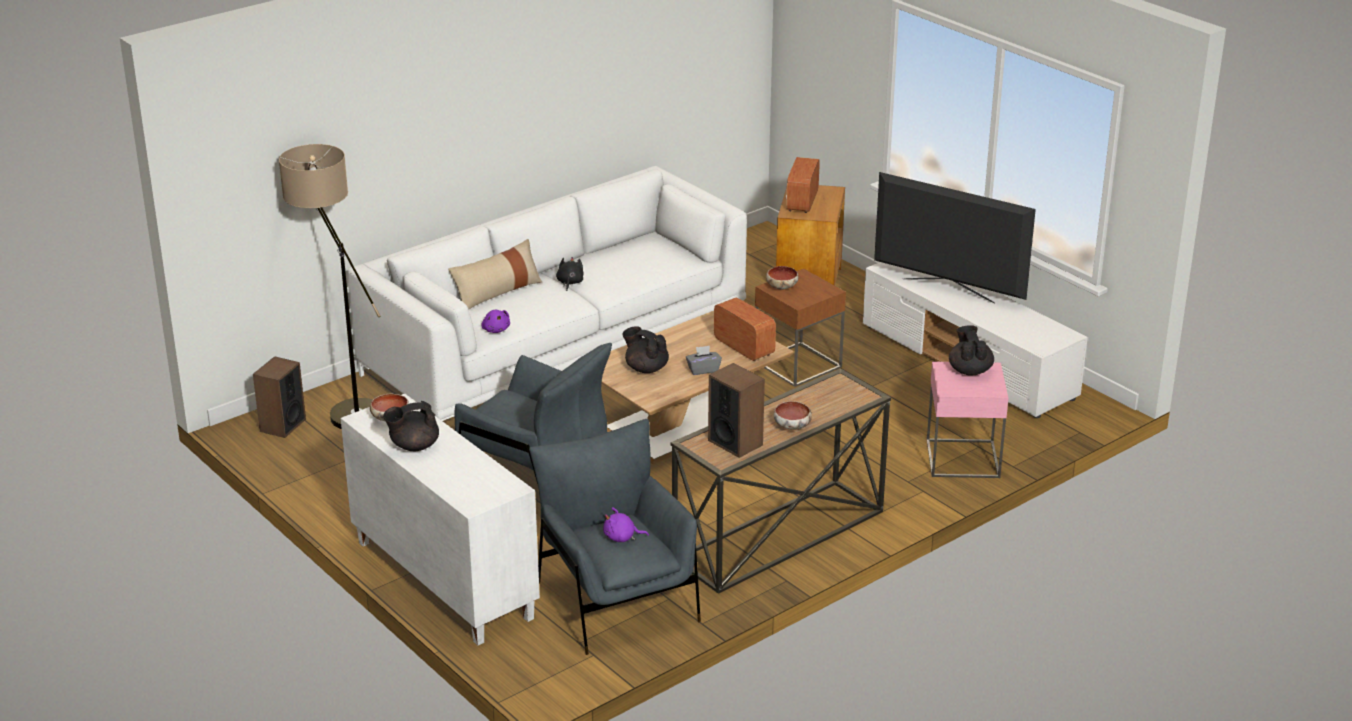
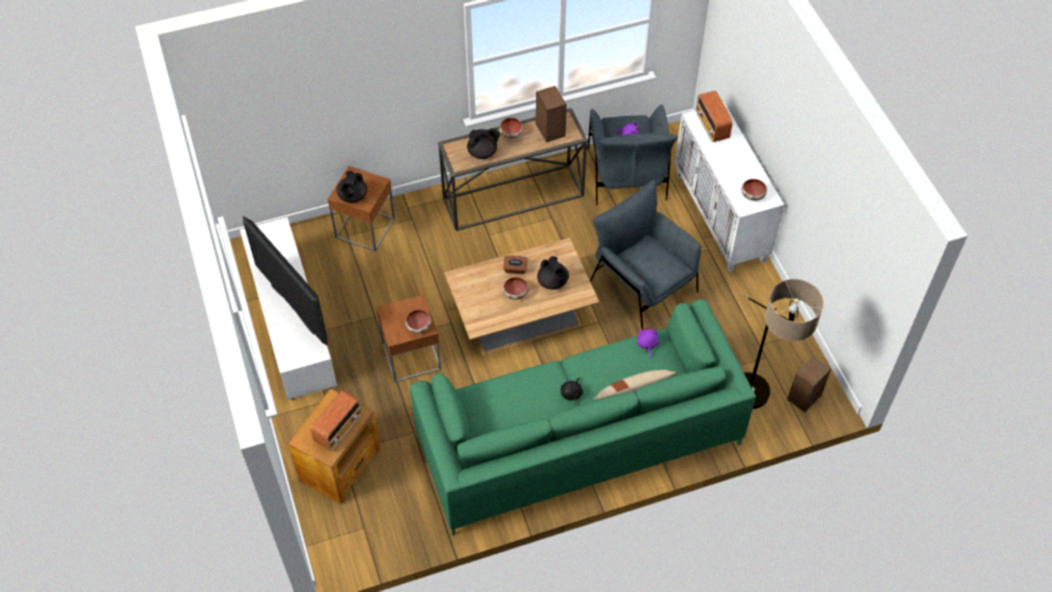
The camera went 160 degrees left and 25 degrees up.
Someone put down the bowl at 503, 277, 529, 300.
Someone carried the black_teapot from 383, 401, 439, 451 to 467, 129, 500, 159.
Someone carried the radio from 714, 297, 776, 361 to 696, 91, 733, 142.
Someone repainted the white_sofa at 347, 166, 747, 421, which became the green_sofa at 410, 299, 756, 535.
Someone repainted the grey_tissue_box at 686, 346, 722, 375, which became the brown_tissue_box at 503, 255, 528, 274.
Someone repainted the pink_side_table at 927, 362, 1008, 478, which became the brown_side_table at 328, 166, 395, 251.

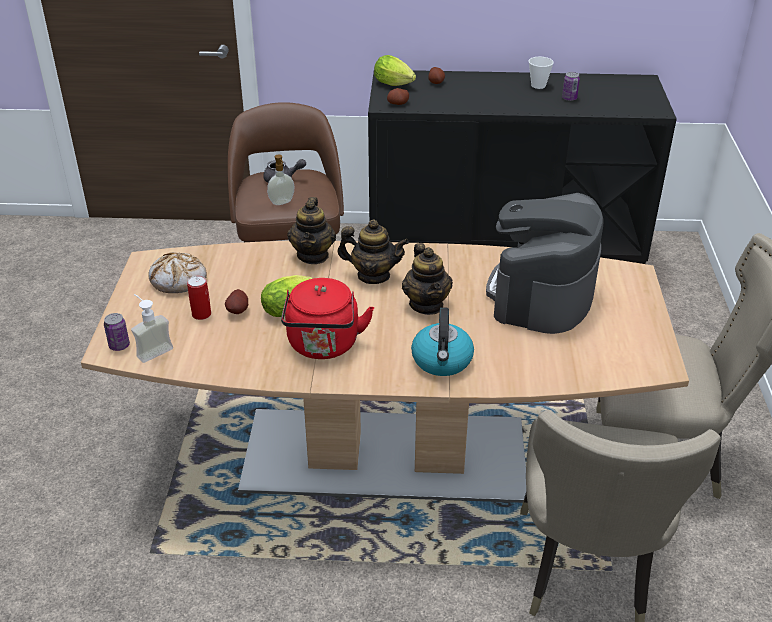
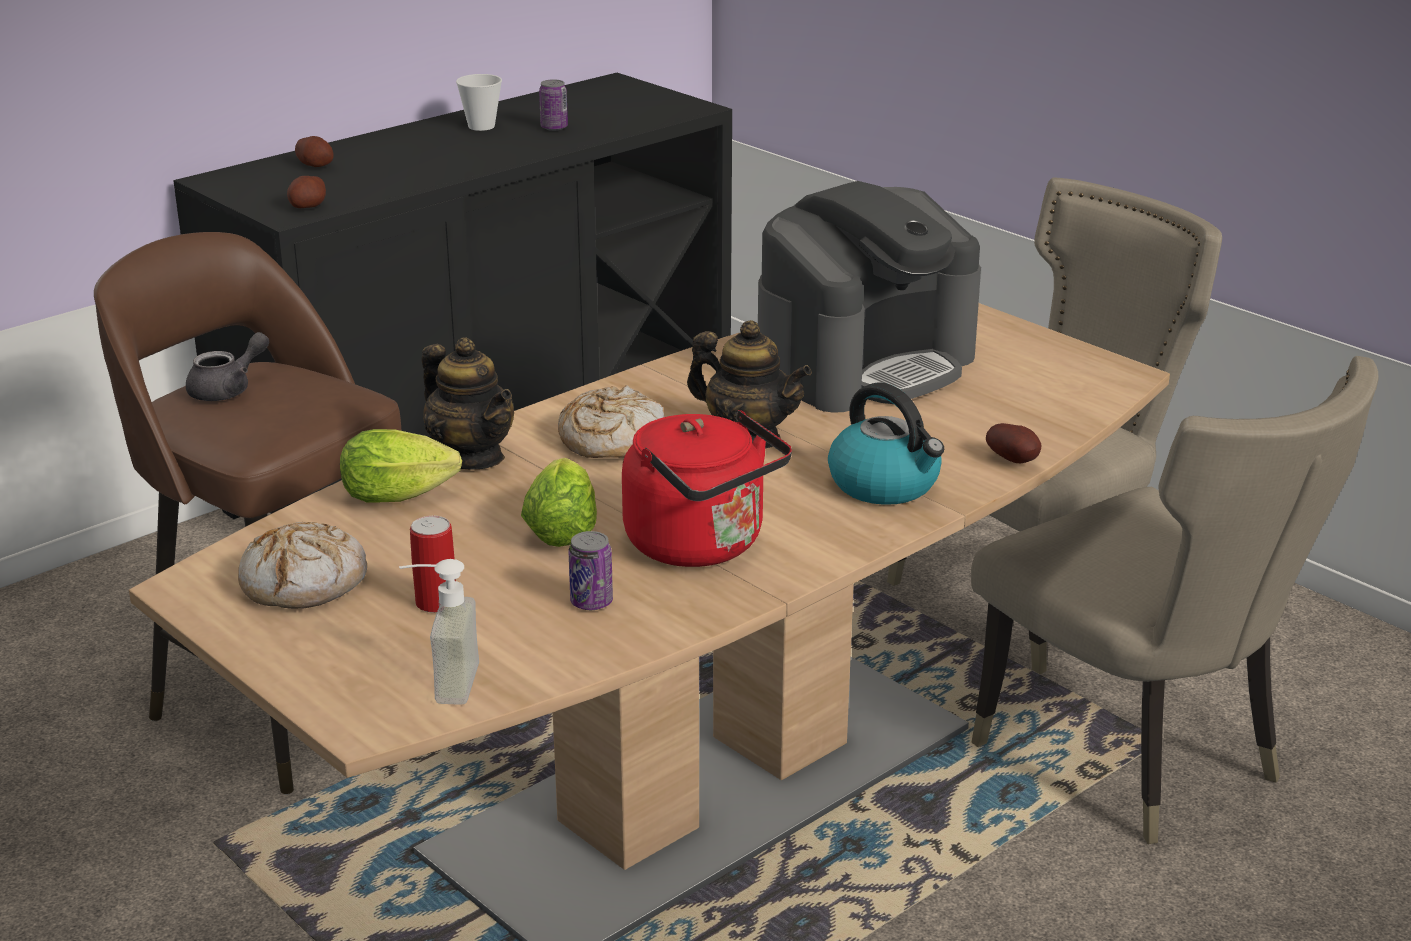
The camera went 45 degrees left and 10 degrees down.
Someone took away the soap_dispenser at 267, 155, 295, 205.
Someone carried the can from 104, 313, 130, 351 to 568, 531, 613, 610.
Someone carried the potato from 225, 289, 248, 314 to 986, 423, 1042, 463.
Someone carried the lettuce from 374, 55, 416, 86 to 340, 429, 462, 502.
Someone swapped the teapot at 337, 219, 409, 284 for the bread at 558, 385, 664, 458.
Someone rotated the coffee_machine at 486, 193, 604, 334 by 105 degrees counterclockwise.

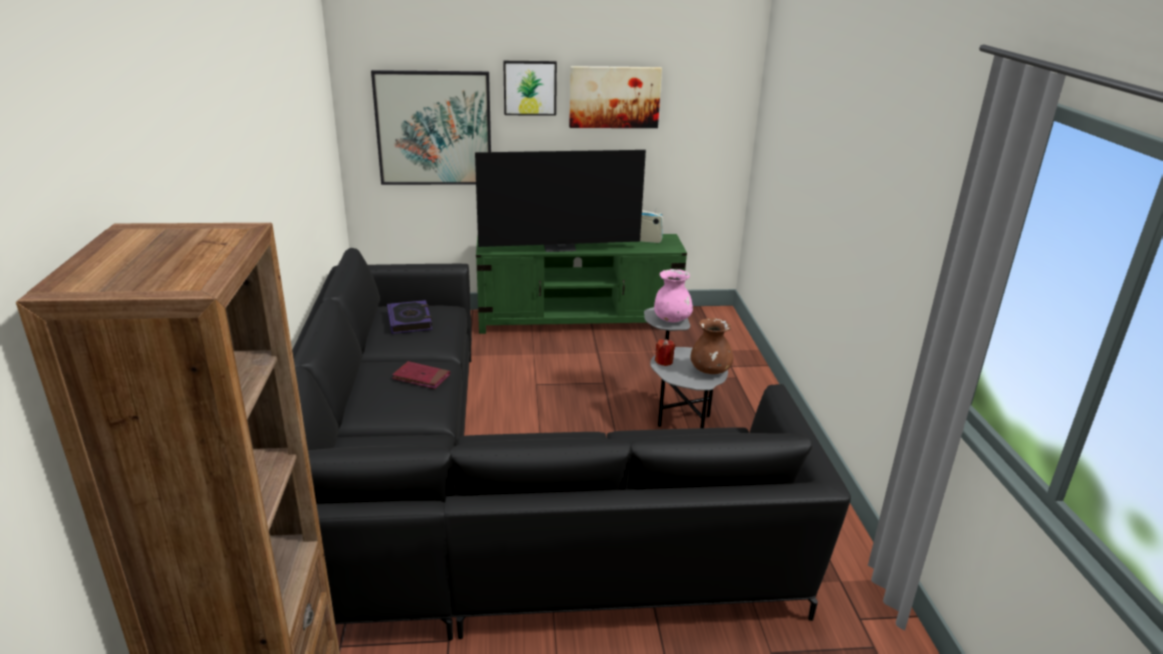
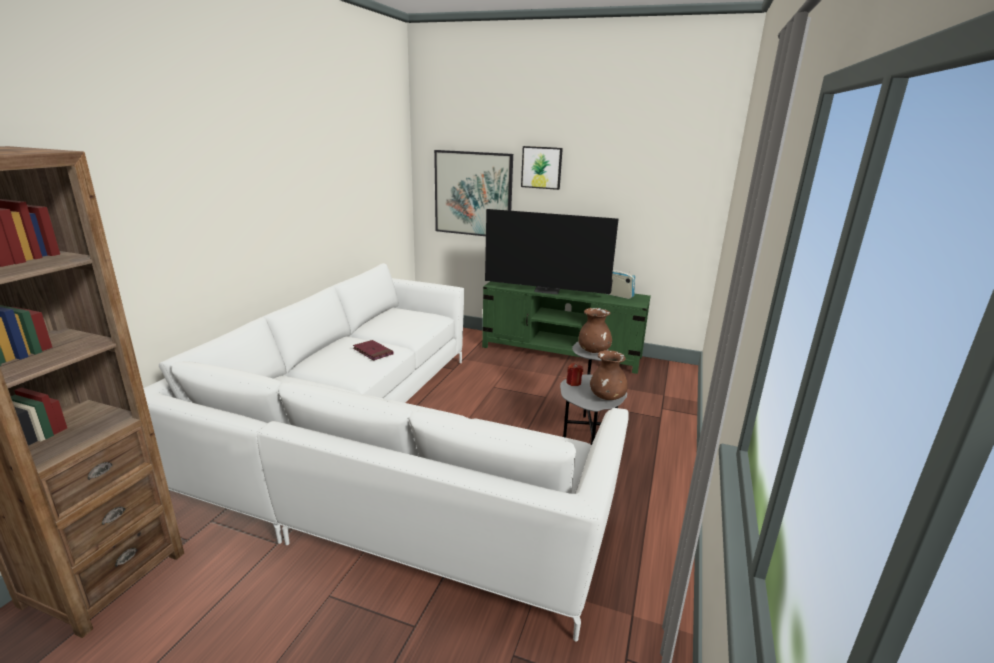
The camera went 25 degrees right and 5 degrees down.
Someone took away the book at 387, 300, 432, 334.
Someone took away the picture at 569, 66, 662, 128.
Someone repainted the black_sofa at 292, 248, 851, 641, which became the white_sofa at 143, 263, 629, 641.
Someone repainted the pink_vase at 654, 269, 693, 322, which became the brown_vase at 578, 308, 612, 353.

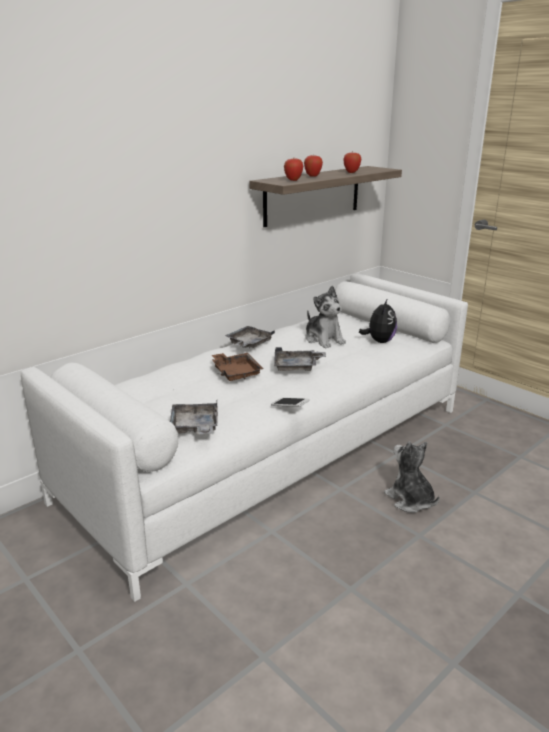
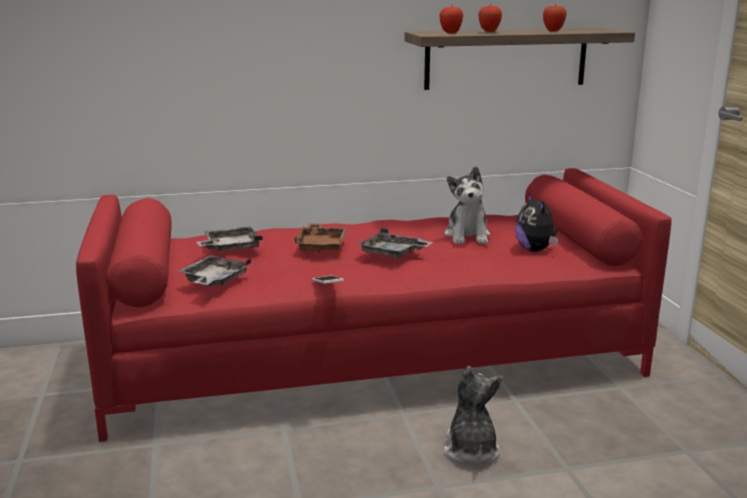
The camera went 30 degrees right and 5 degrees down.
Someone carried the grey_tray from 225, 326, 275, 348 to 196, 226, 263, 251.
Someone repainted the white_sofa at 21, 273, 468, 602, which became the red_sofa at 76, 168, 672, 442.
Someone rotated the plush_toy at 359, 298, 397, 343 by 120 degrees clockwise.

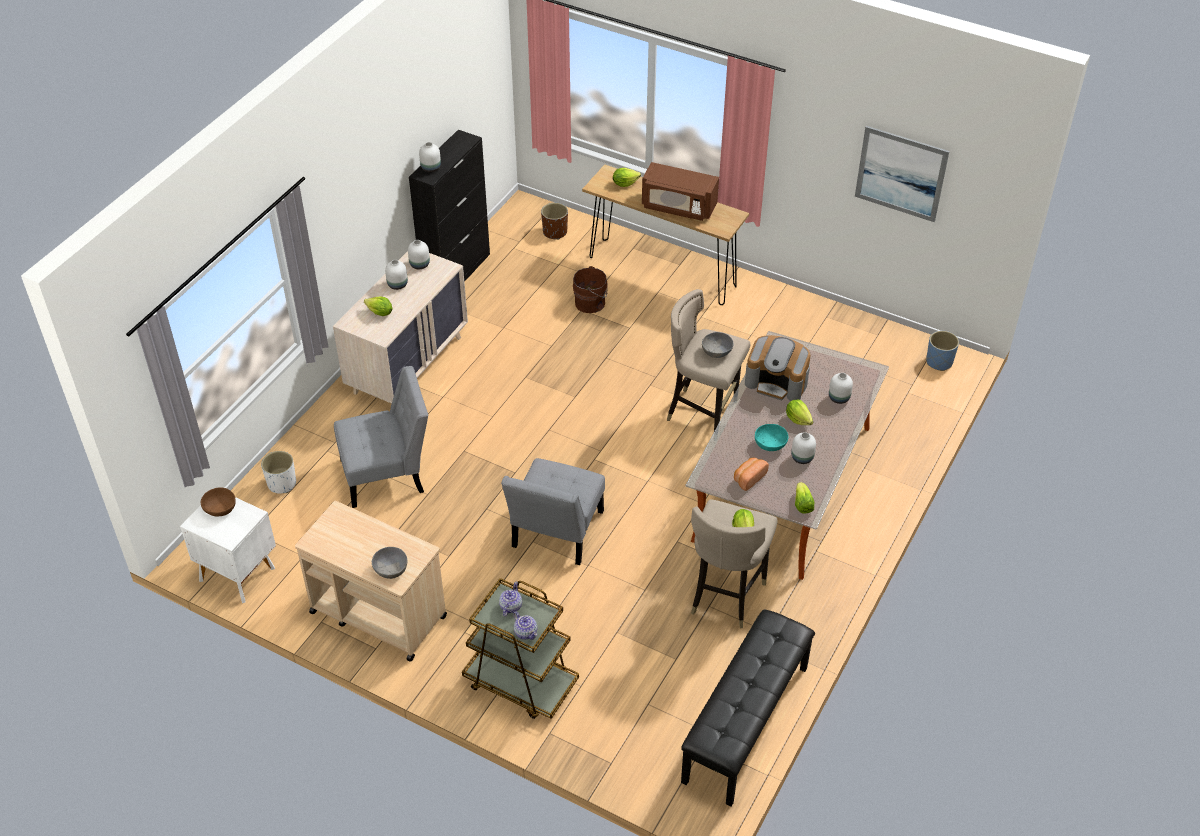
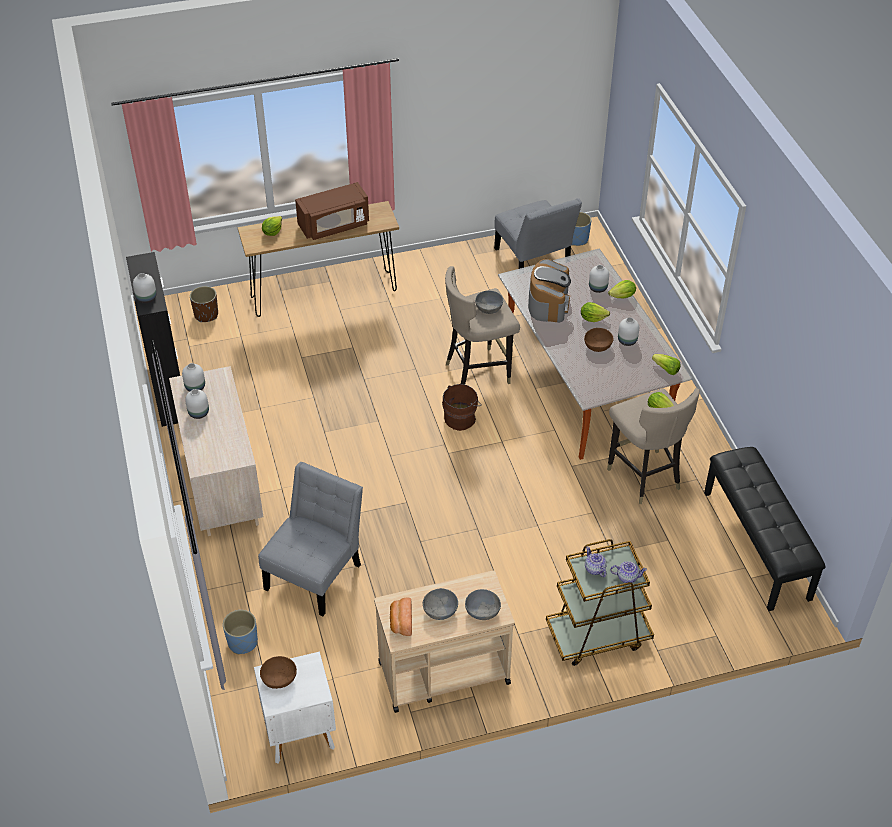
The camera went 45 degrees left and 0 degrees up.
Someone took away the picture at 855, 126, 949, 222.
Someone put down the grey_bowl at 423, 588, 458, 620.
Someone carried the lettuce from 364, 297, 392, 316 to 608, 280, 636, 298.
Someone carried the grey_chair from 501, 458, 605, 565 to 494, 198, 582, 269.
Someone carried the brown_bucket from 573, 266, 608, 313 to 442, 384, 482, 431.
Someone carried the bread from 734, 458, 769, 491 to 390, 598, 412, 636.
Someone repainted the white_planter at 261, 451, 296, 494, which became the blue_planter at 223, 610, 258, 654.
Someone repainted the turquoise_bowl at 755, 424, 788, 451, which became the brown_bowl at 584, 328, 614, 352.
Someone rotated the coffee_machine at 745, 335, 811, 401 by 60 degrees counterclockwise.

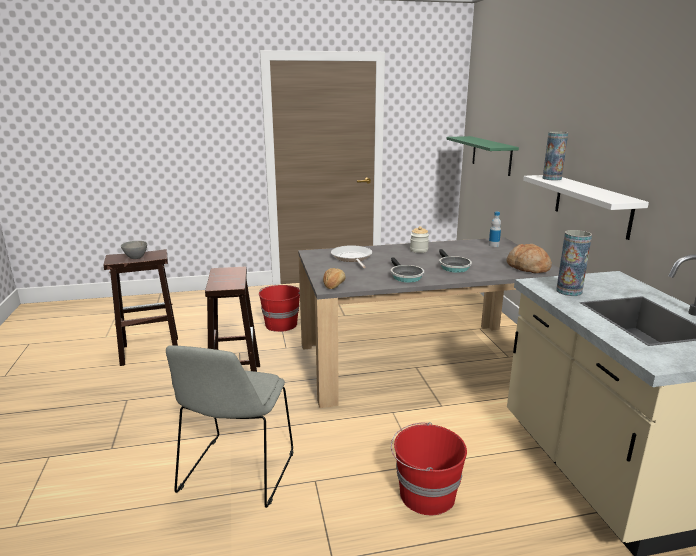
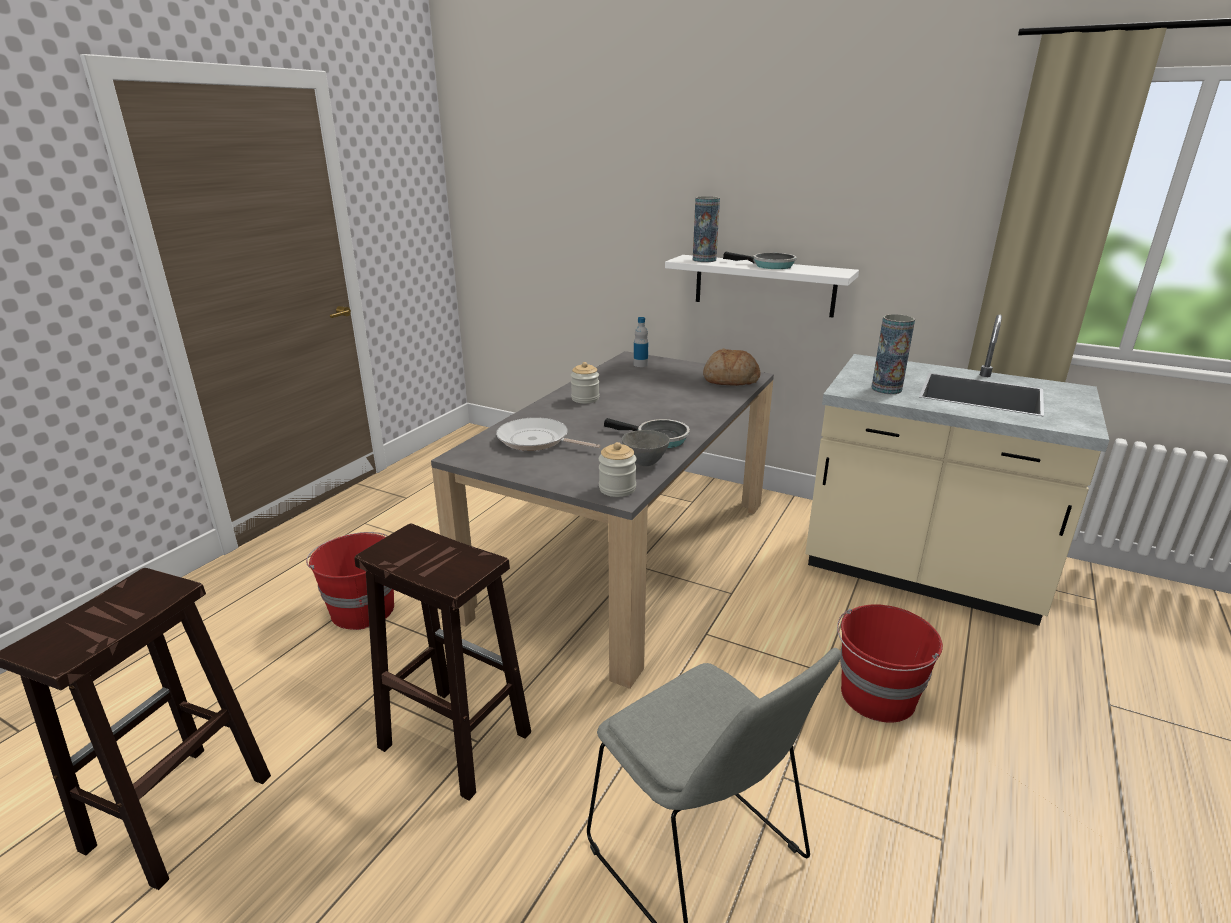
The camera went 50 degrees left and 5 degrees up.
Someone took away the green_shelf at 446, 136, 519, 176.
Someone carried the grey_bowl from 121, 241, 147, 259 to 622, 430, 670, 466.
Someone carried the frying_pan from 439, 249, 472, 273 to 723, 251, 797, 269.
Someone swapped the bread at 323, 268, 346, 289 for the jar at 599, 442, 637, 497.

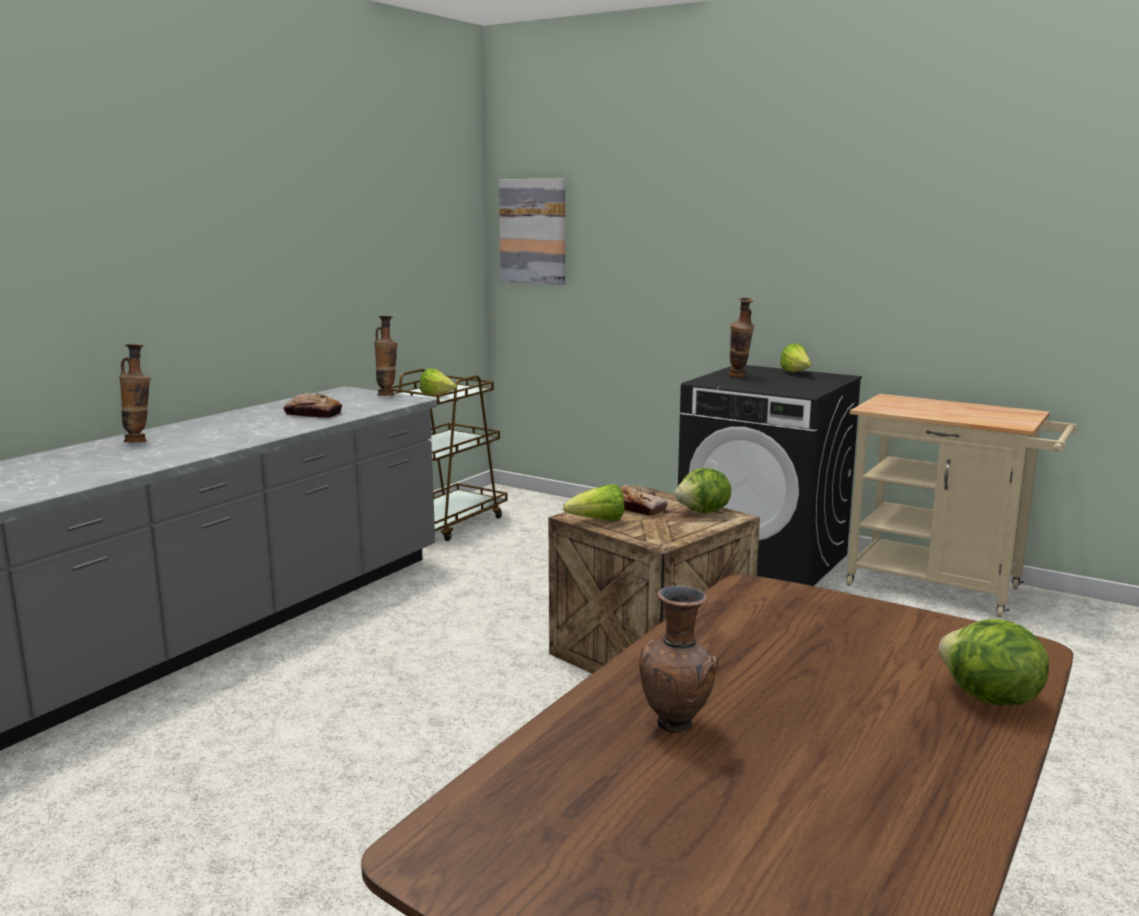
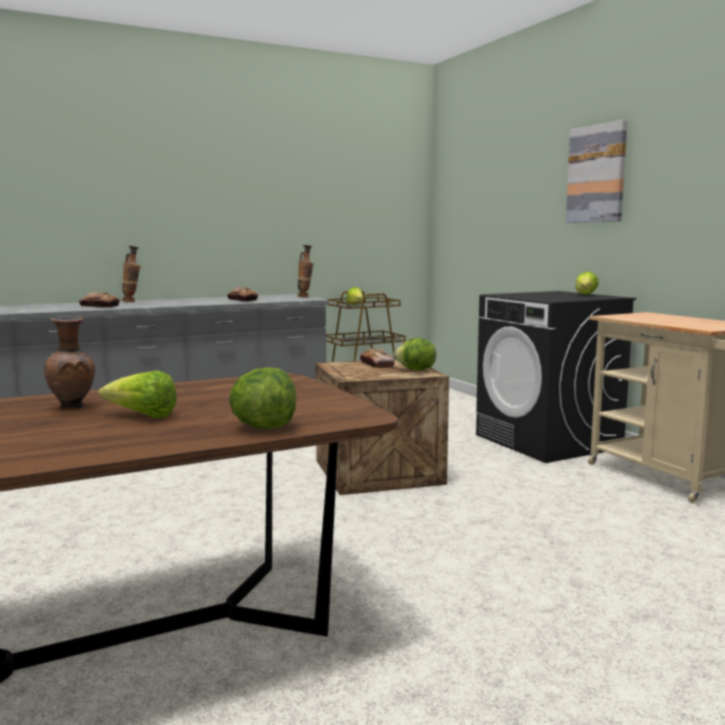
The camera went 30 degrees right and 5 degrees down.
Someone took away the vase at 729, 298, 754, 378.
Someone put down the bread at 79, 292, 120, 307.
Someone carried the picture from 499, 179, 565, 285 to 566, 120, 627, 223.
Someone carried the lettuce from 563, 484, 624, 521 to 99, 371, 177, 418.

